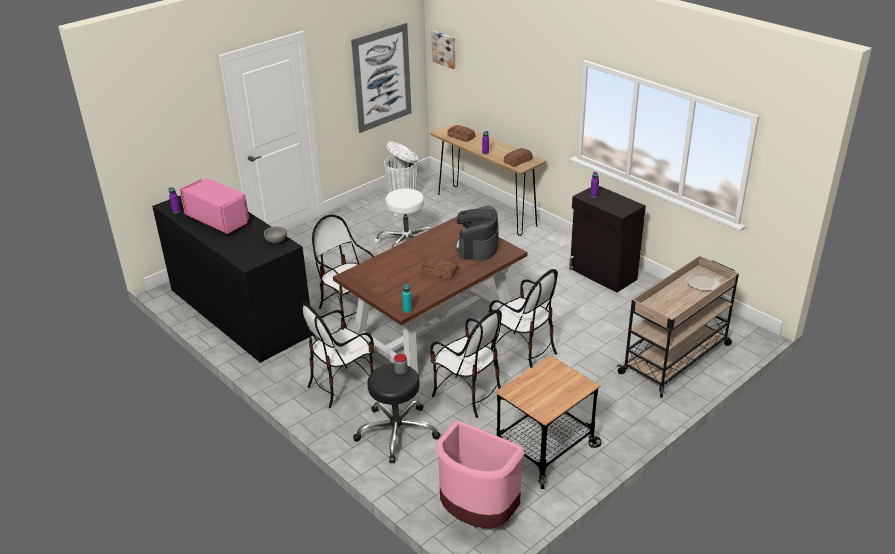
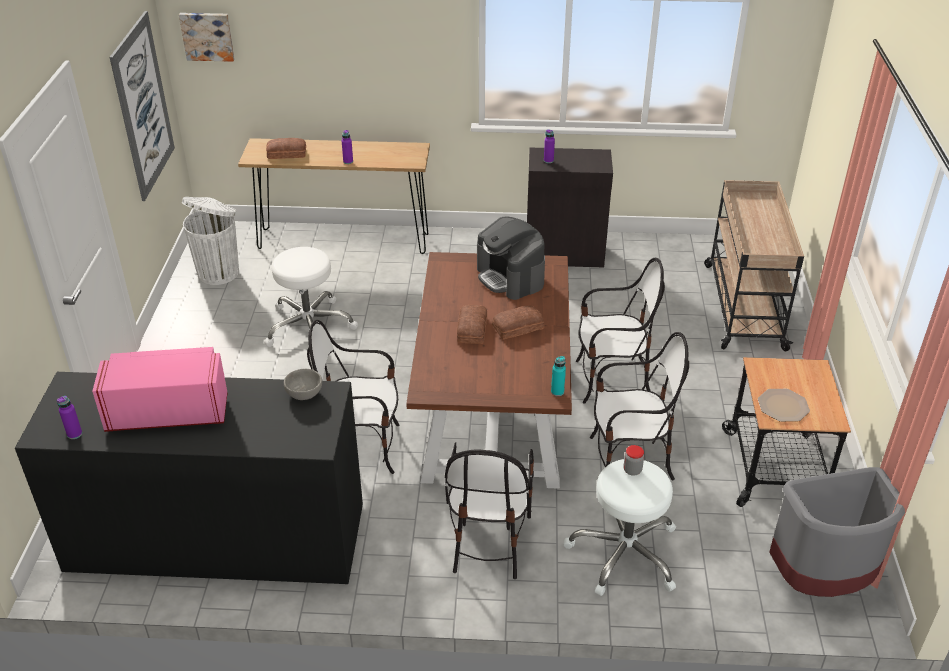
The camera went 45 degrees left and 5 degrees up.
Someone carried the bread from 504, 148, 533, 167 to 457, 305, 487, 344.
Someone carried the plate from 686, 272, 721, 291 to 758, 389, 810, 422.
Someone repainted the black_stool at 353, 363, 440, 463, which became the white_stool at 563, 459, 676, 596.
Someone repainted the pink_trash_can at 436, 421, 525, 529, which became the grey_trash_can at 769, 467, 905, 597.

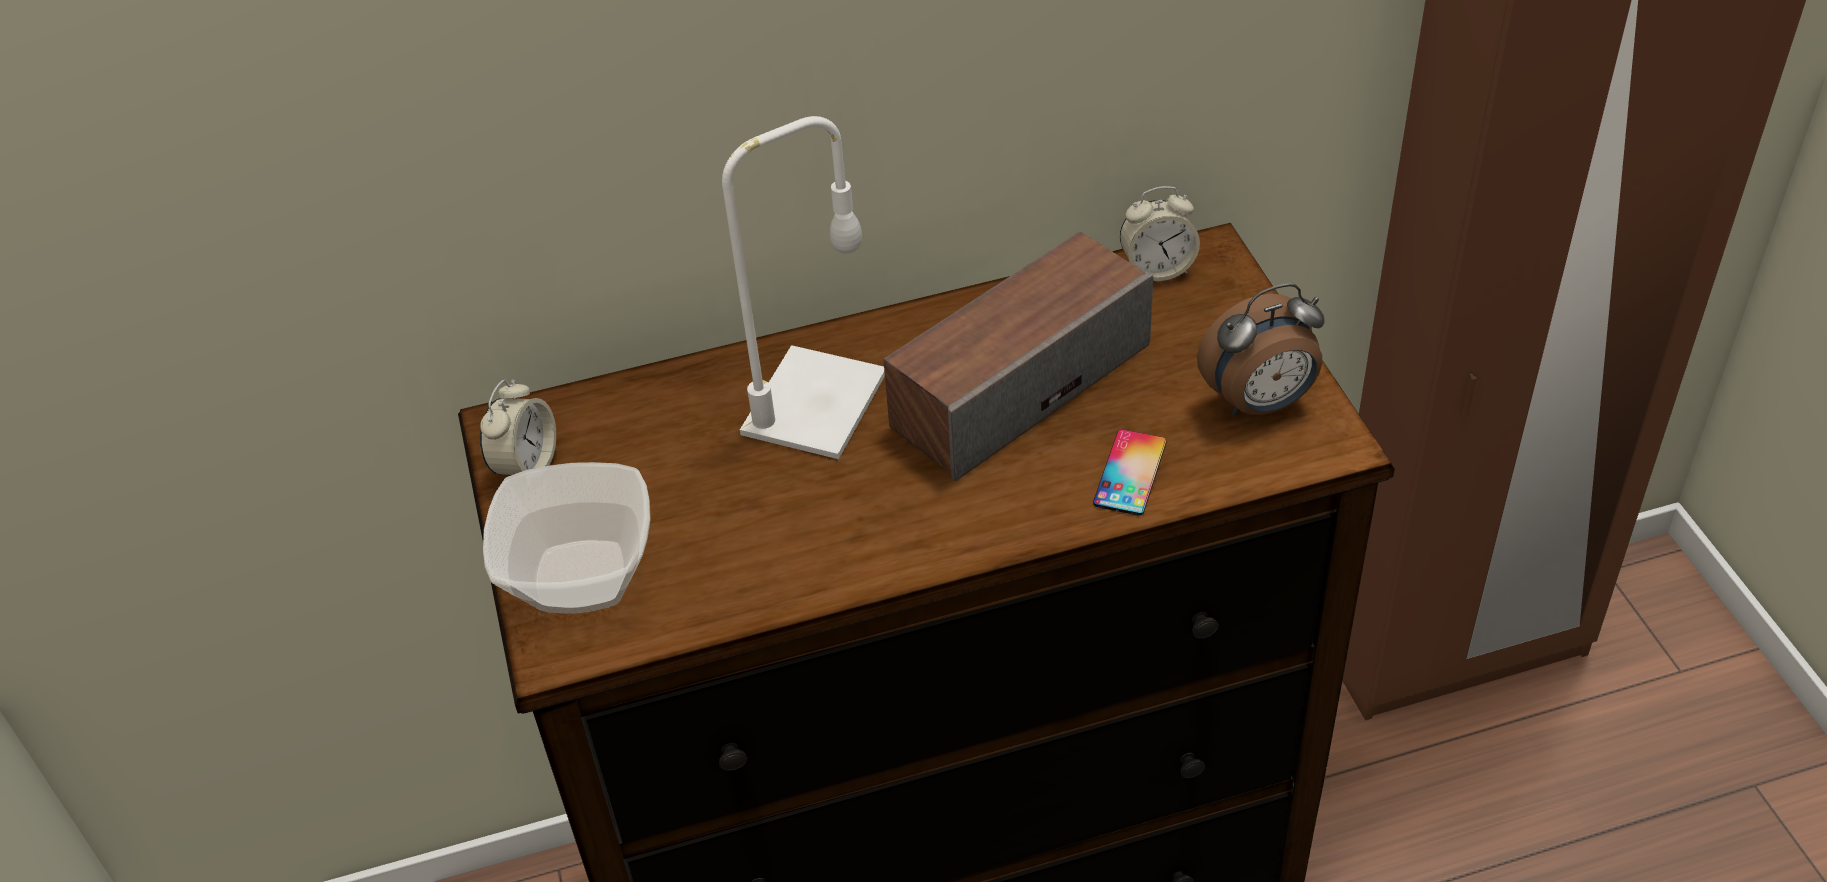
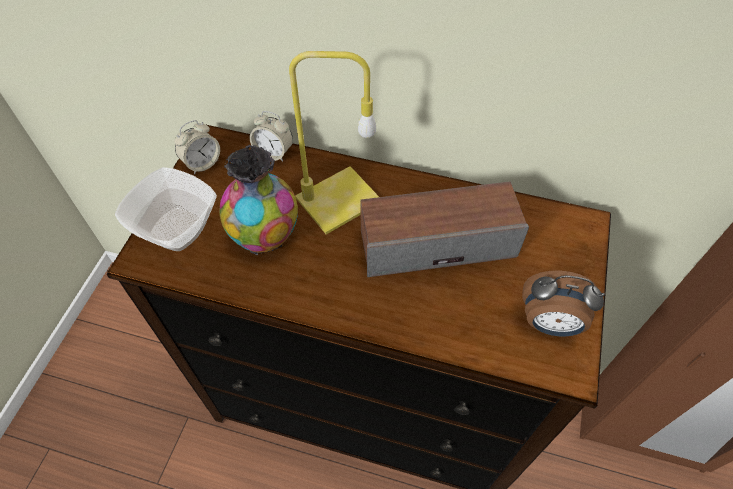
The camera went 30 degrees right and 10 degrees up.
Someone took away the phone at 1093, 430, 1167, 516.
Someone put down the vase at 219, 145, 298, 255.
Someone carried the alarm_clock from 1120, 186, 1200, 281 to 249, 111, 293, 161.
Someone repainted the white_table_lamp at 722, 116, 885, 459, which became the yellow_table_lamp at 289, 51, 379, 234.

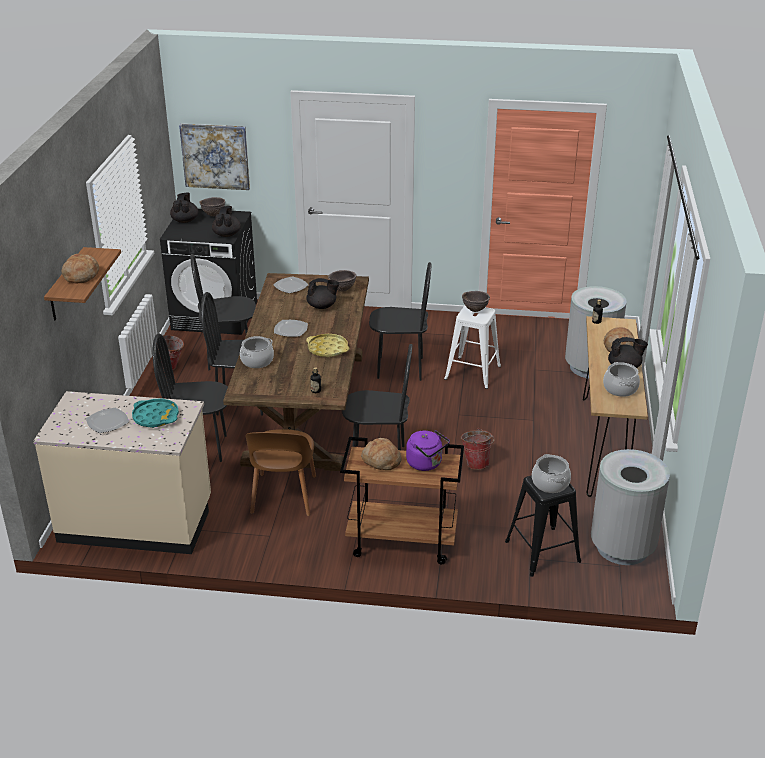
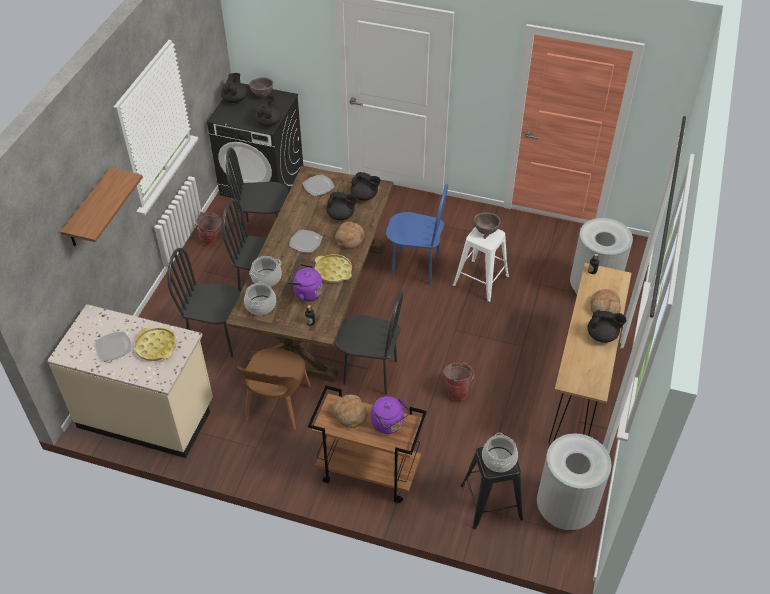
The camera went 10 degrees right and 15 degrees up.
Someone took away the picture at 179, 123, 250, 190.
Someone put down the purple_kettle at 287, 264, 323, 301.
Someone carried the bread from 61, 253, 99, 284 to 335, 222, 365, 249.
Someone carried the cooking_pot from 603, 362, 640, 397 to 244, 281, 276, 315.
Someone swapped the brown_bowl at 328, 270, 357, 292 for the black_teapot at 351, 172, 381, 201.
Someone repainted the turquoise_tray at 132, 399, 179, 428, which became the yellow_tray at 134, 327, 176, 361.
Someone repainted the black_chair at 369, 262, 431, 381, which became the blue_chair at 386, 184, 448, 285.

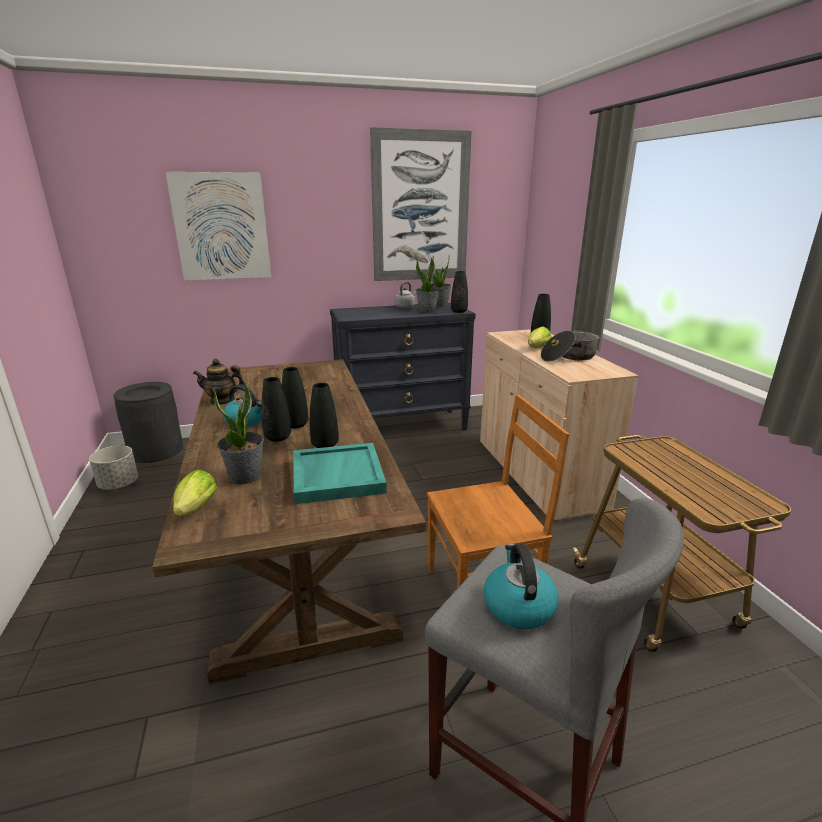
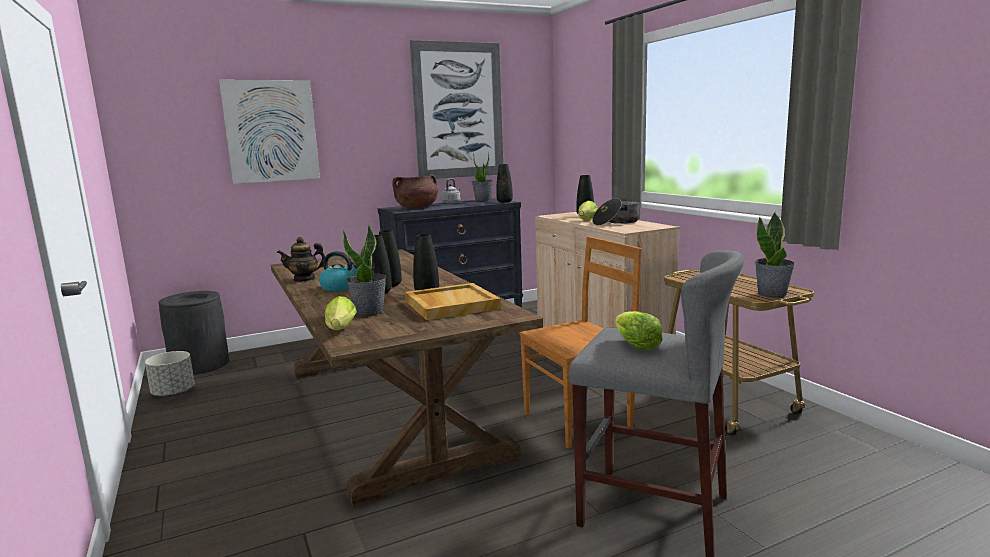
The camera went 10 degrees left and 10 degrees down.
Someone put down the brown_cooking_pot at 392, 174, 438, 208.
Someone carried the potted_plant from 416, 258, 439, 313 to 755, 212, 795, 298.
Someone swapped the kettle at 484, 544, 558, 629 for the lettuce at 615, 311, 662, 350.
Someone repainted the turquoise_tray at 293, 443, 387, 504, which became the beige_tray at 405, 283, 501, 320.

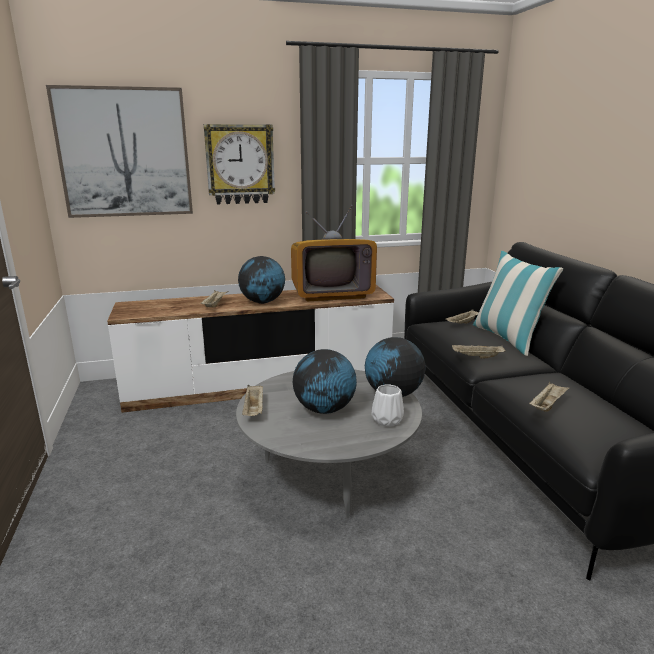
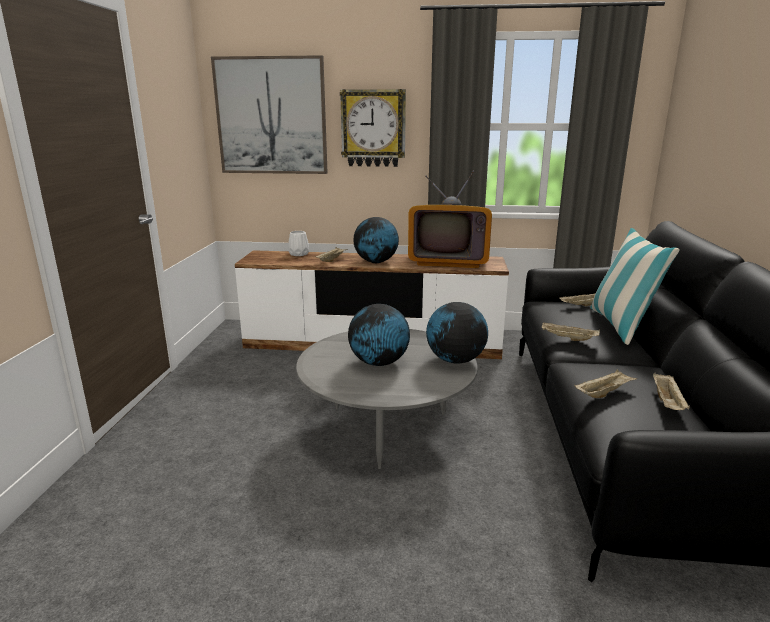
The camera went 20 degrees right and 0 degrees up.
Someone carried the beige_tray from 242, 385, 263, 416 to 653, 372, 690, 410.
Someone carried the white_vase from 371, 384, 404, 427 to 288, 231, 309, 256.

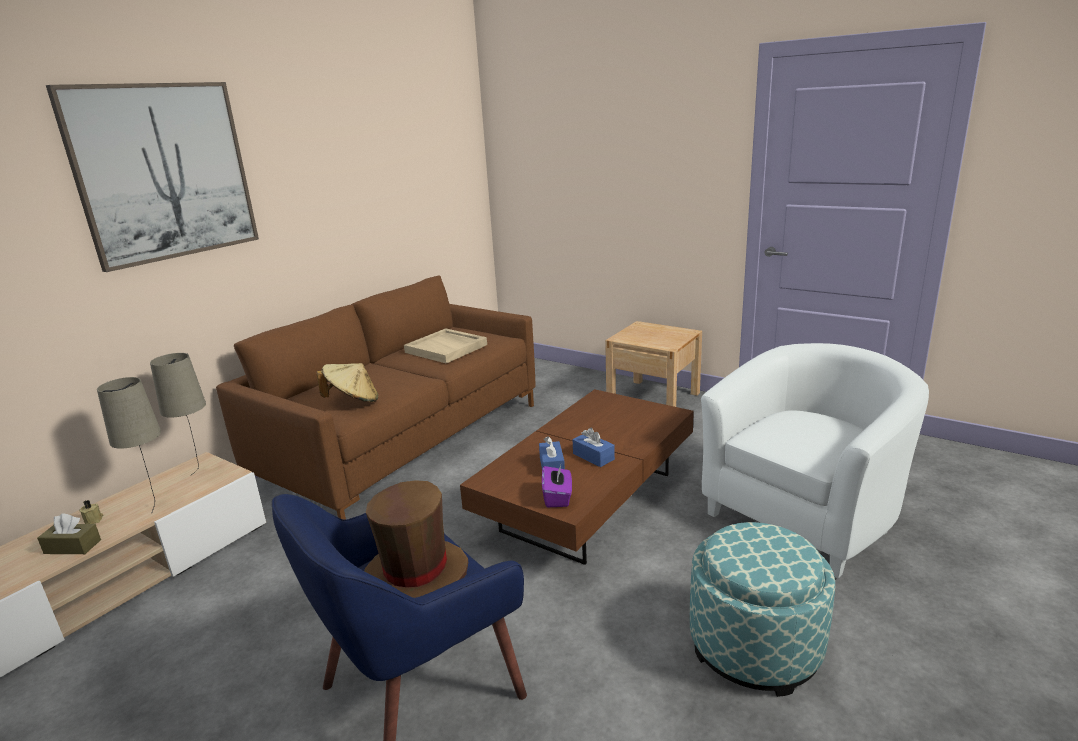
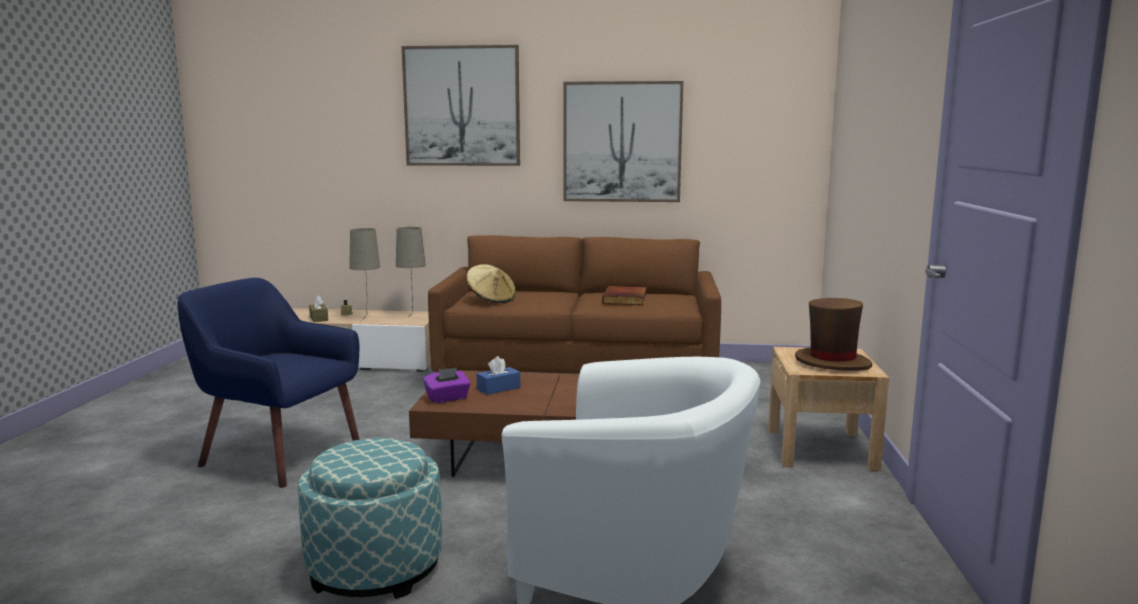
The camera went 60 degrees right and 10 degrees down.
Someone took away the blue_tissue_box at 573, 428, 615, 467.
Someone put up the picture at 563, 81, 683, 202.
Someone carried the brown_hat from 364, 480, 468, 598 to 795, 298, 872, 371.
Someone swapped the beige_tray at 404, 328, 487, 363 for the book at 602, 286, 646, 305.

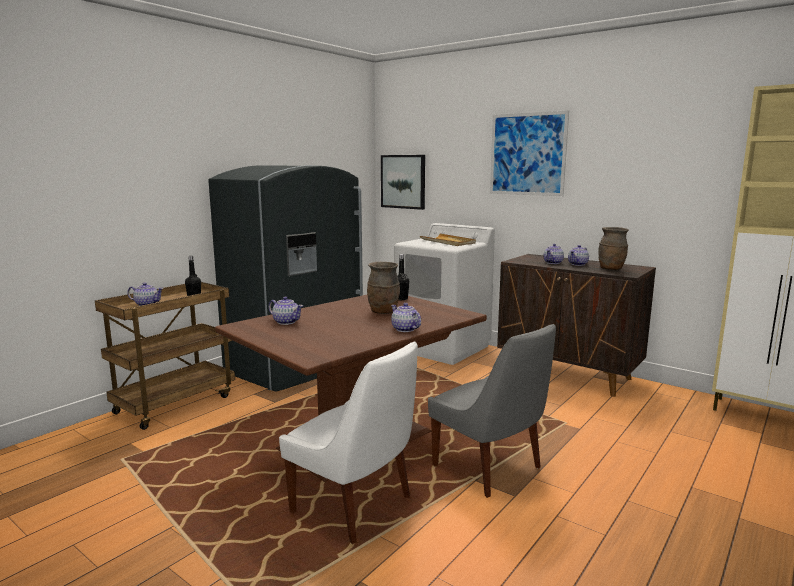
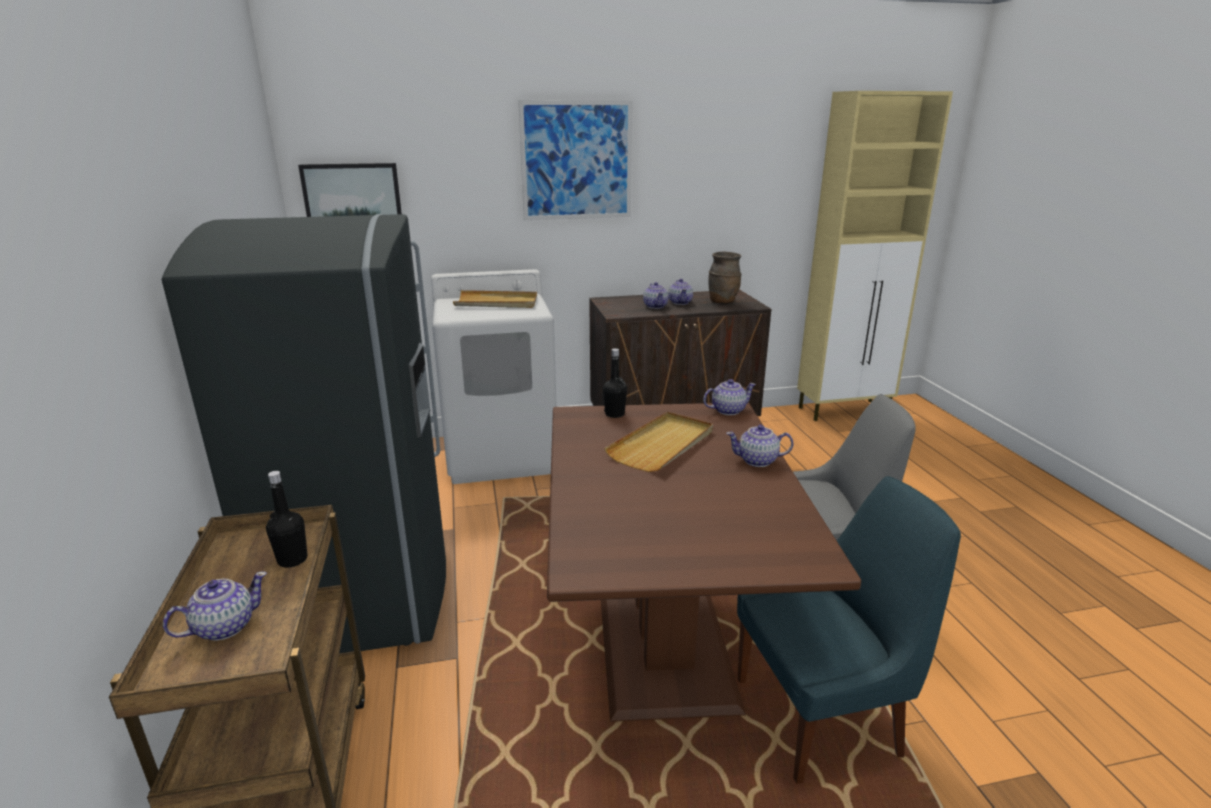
The camera went 50 degrees left and 10 degrees up.
Someone carried the teapot from 269, 297, 303, 325 to 703, 379, 756, 415.
Someone swapped the brown_vase at 367, 262, 400, 314 for the beige_tray at 604, 412, 713, 472.
Someone repainted the white_chair at 279, 341, 418, 544, which became the blue_chair at 737, 476, 961, 784.

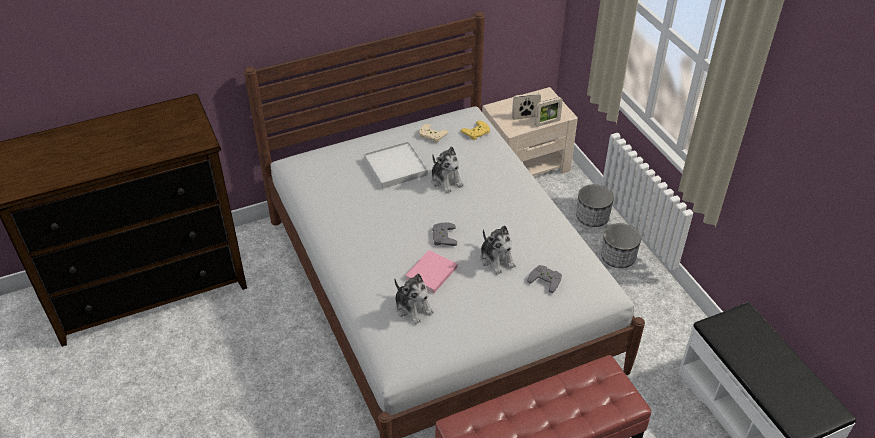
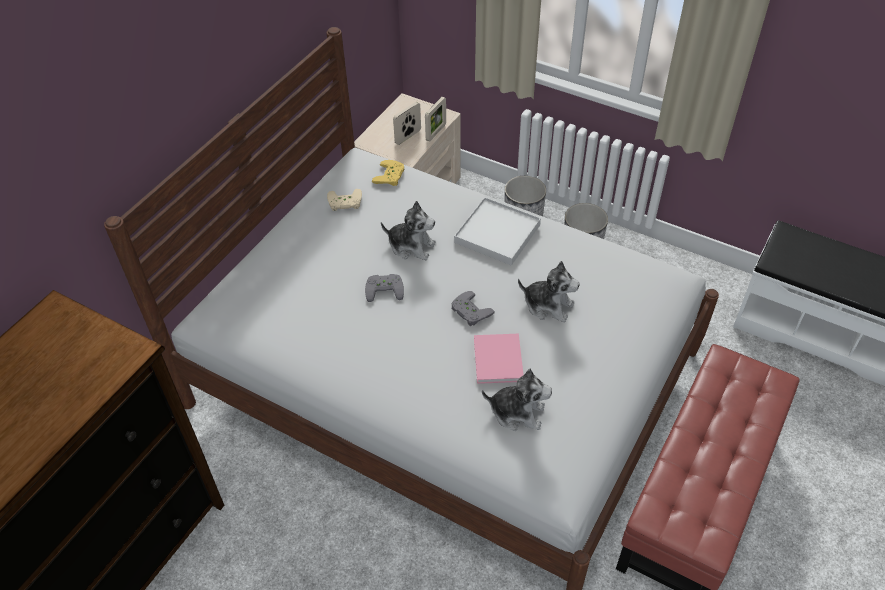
The camera went 35 degrees left and 5 degrees up.
Someone carried the white_tray from 364, 141, 428, 189 to 454, 197, 541, 266.
Someone carried the grey_game_controller from 527, 265, 562, 293 to 365, 274, 404, 302.

